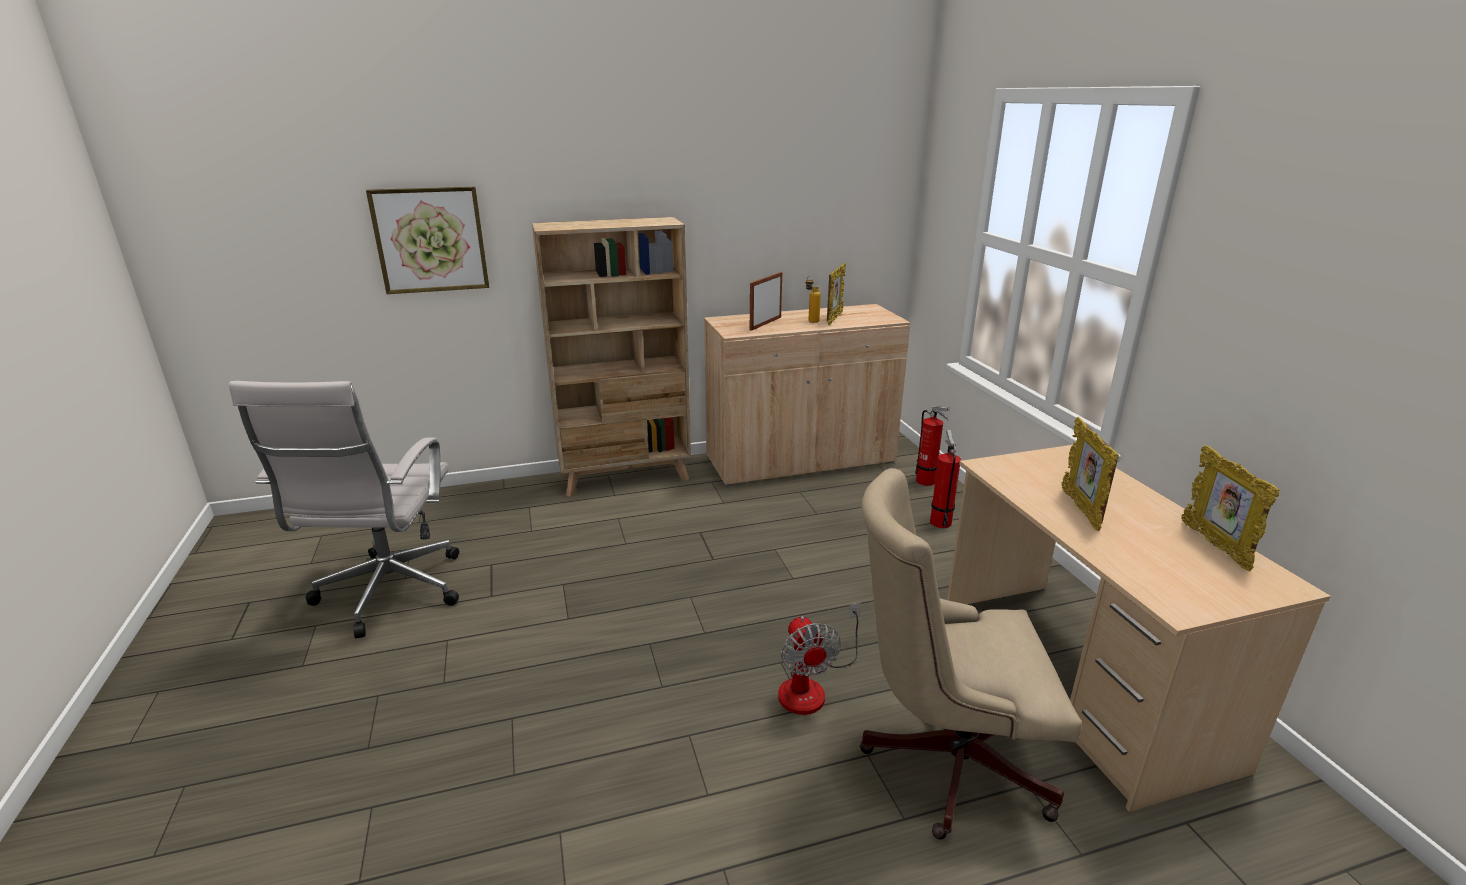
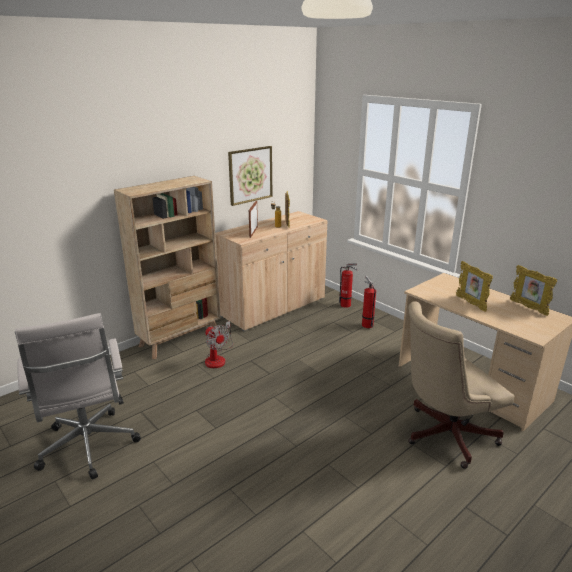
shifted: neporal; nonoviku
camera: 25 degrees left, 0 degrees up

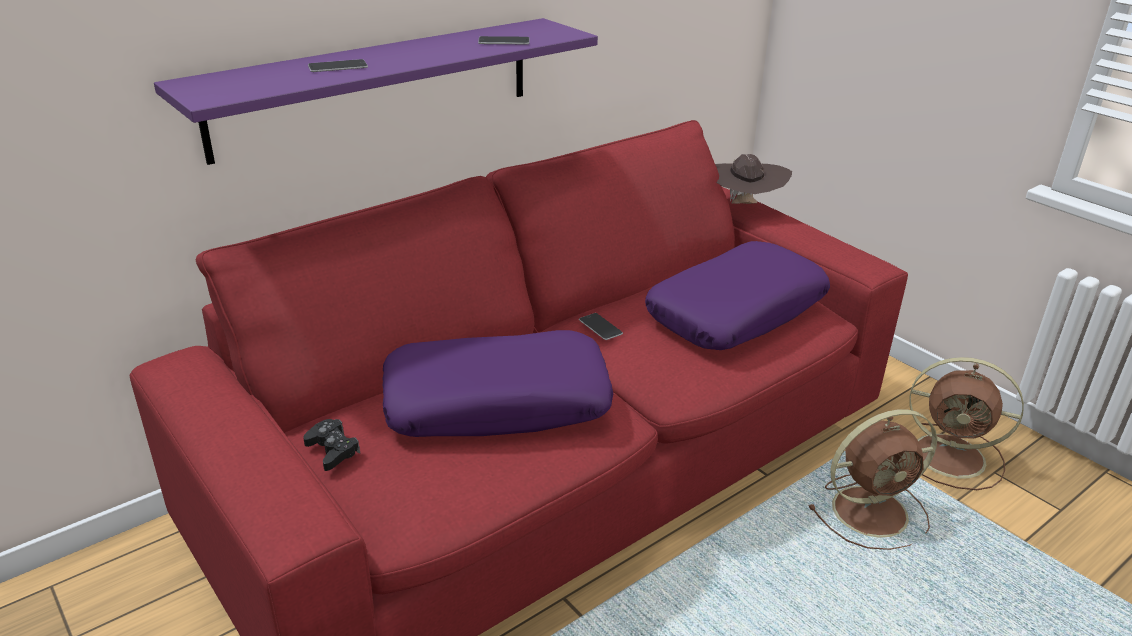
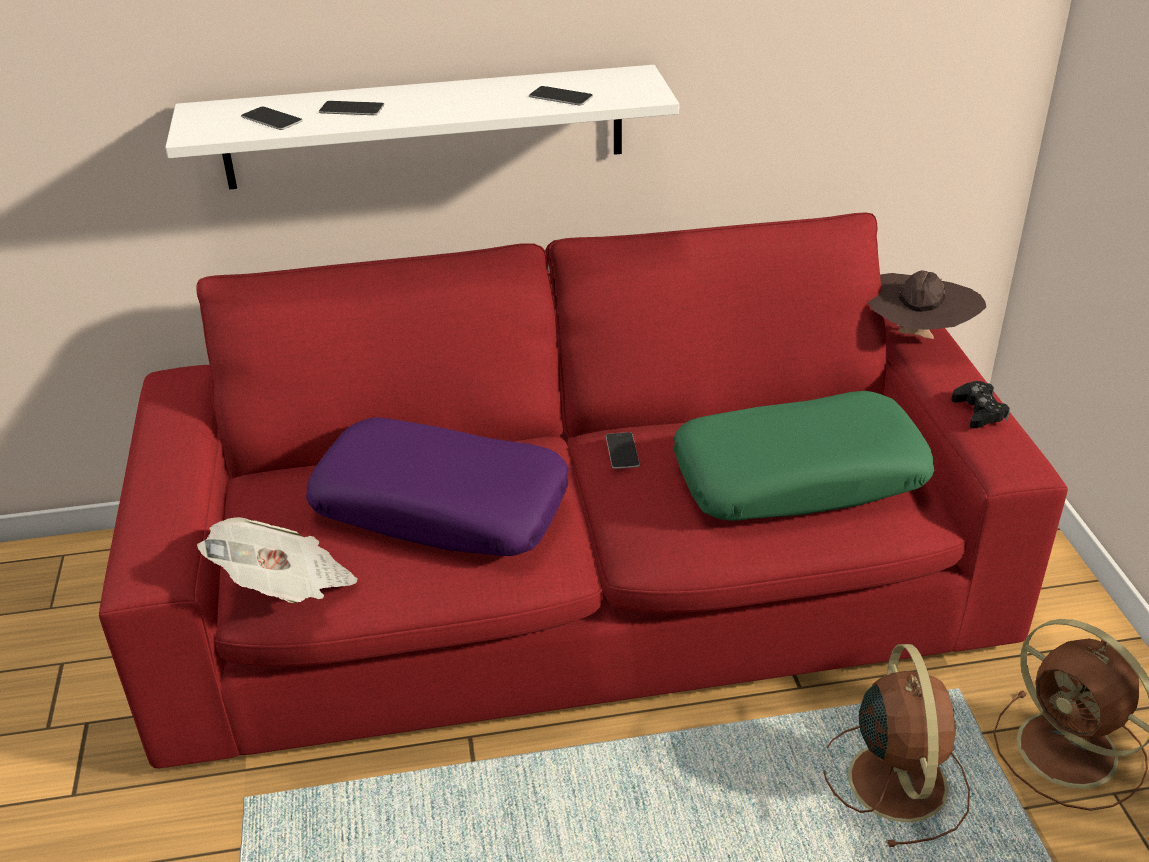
new: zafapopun; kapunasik (no. 1 from left)
shifted: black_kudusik
repainted: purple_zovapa to white_zovapa; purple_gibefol (no. 2 from left) to green_gibefol
rotated: brown_nonoviku (no. 1 from left) 105 degrees counterclockwise
camera: 30 degrees right, 5 degrees up

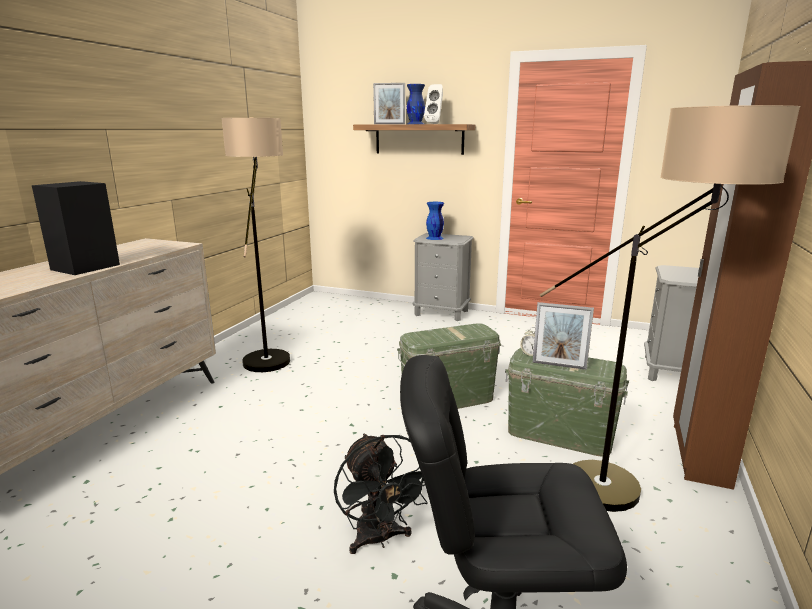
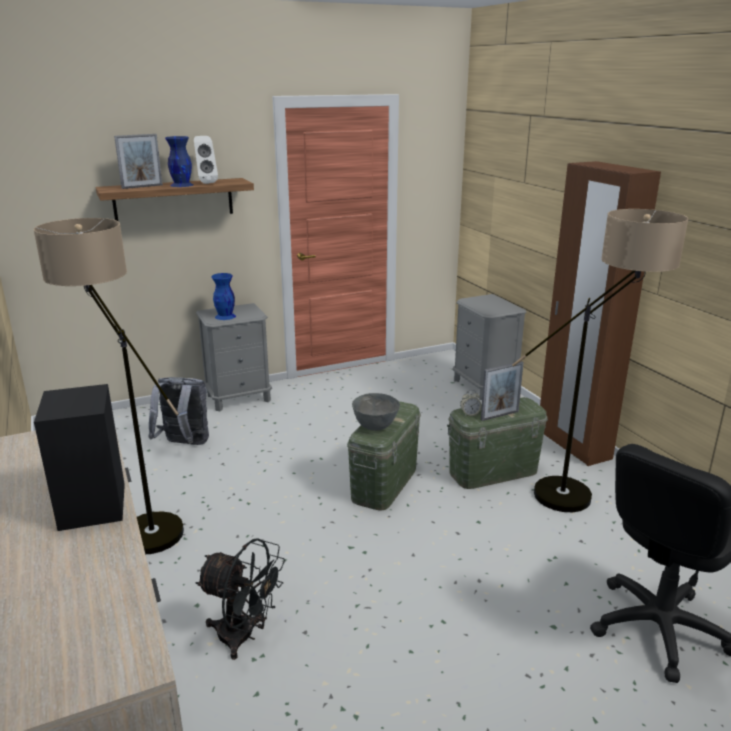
new: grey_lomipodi; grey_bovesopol
shifted: black_nonoviku
camera: 45 degrees left, 5 degrees up

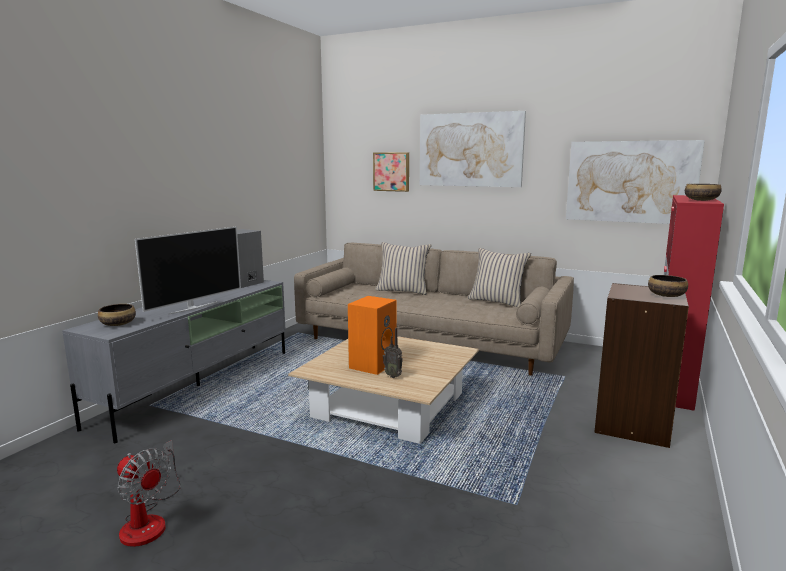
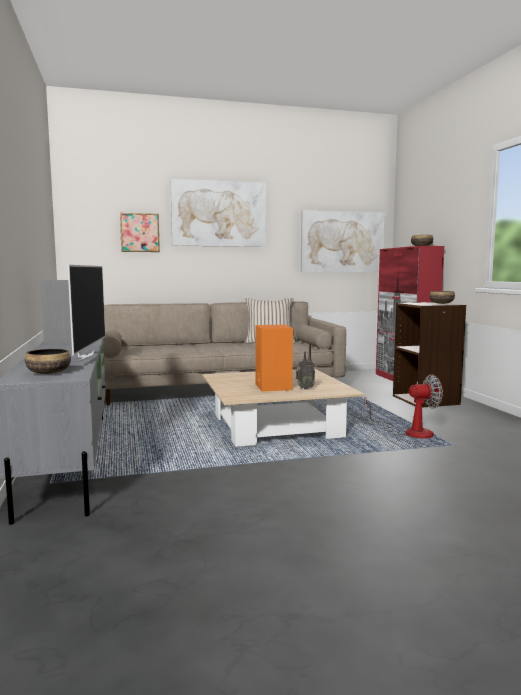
gone: beige_gibefol (no. 1 from left)
shifted: nonoviku
camera: 40 degrees left, 5 degrees down

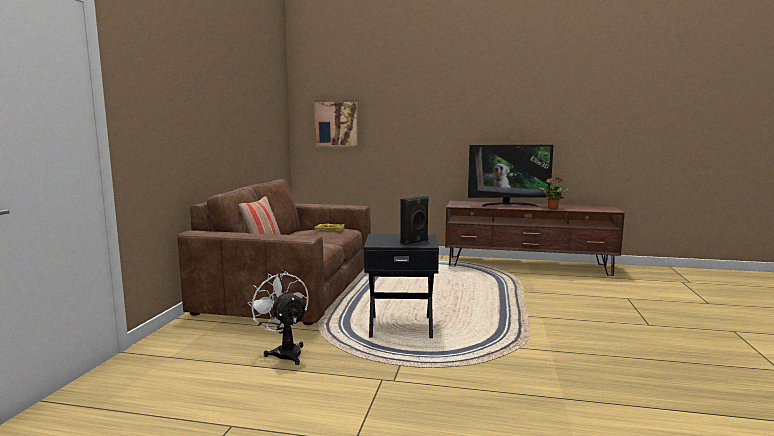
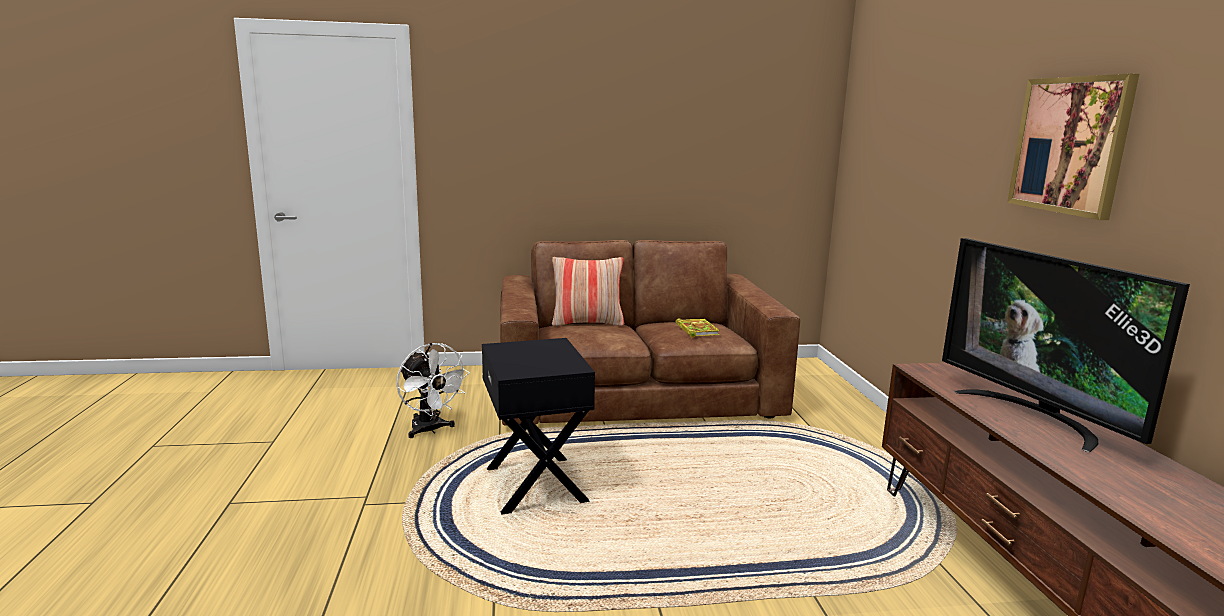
gone: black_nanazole; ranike
shifted: neporal
rotated: white_nonoviku 105 degrees clockwise
camera: 70 degrees right, 5 degrees up

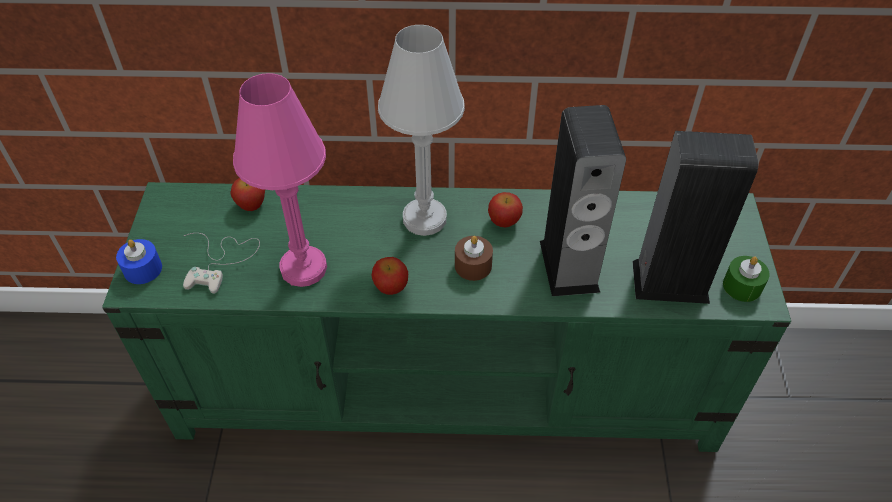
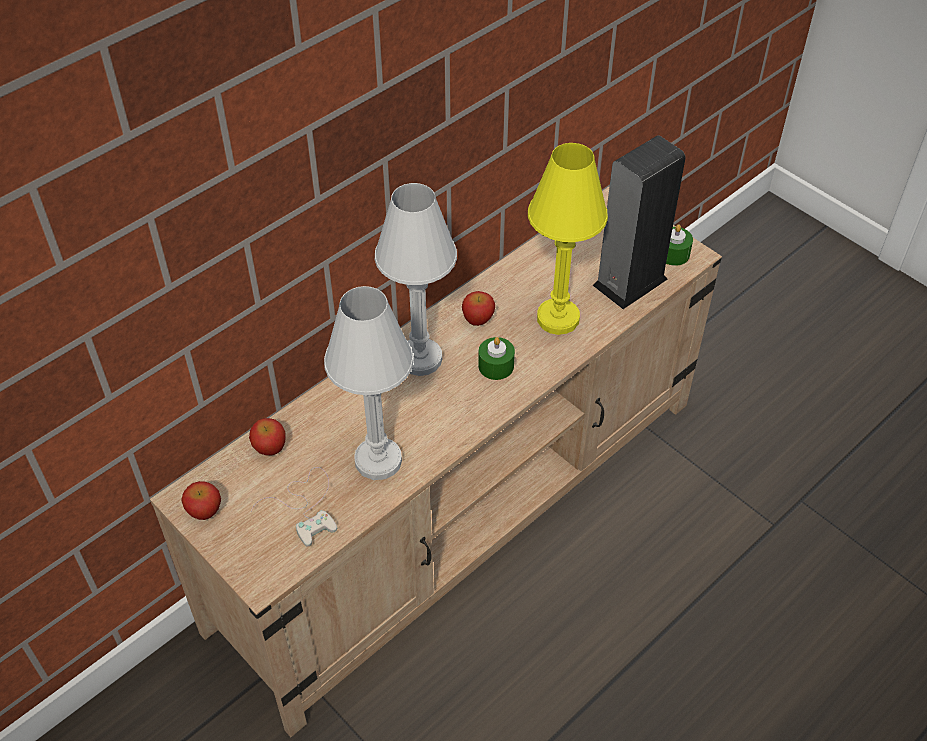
gone: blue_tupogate
shifted: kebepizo (no. 2 from left in the first image) to kebepizo (no. 1 from left)
swapped: nanazole (no. 1 from left) to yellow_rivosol
repainted: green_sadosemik to beige_sadosemik; pink_rivosol to white_rivosol (no. 1 from left); brown_tupogate to green_tupogate (no. 1 from left)
camera: 45 degrees left, 0 degrees up

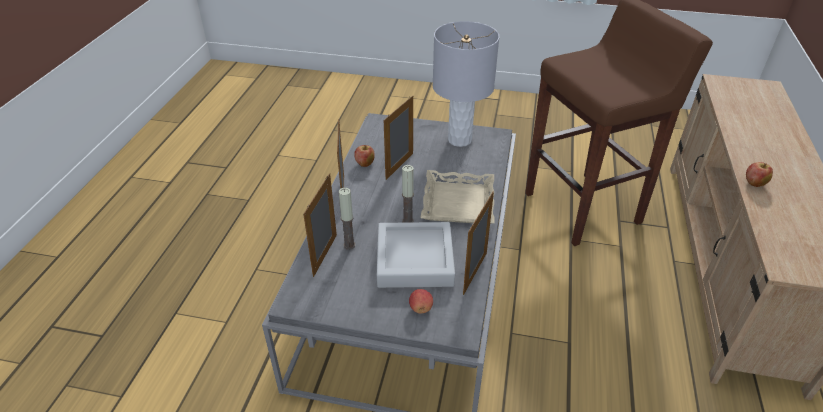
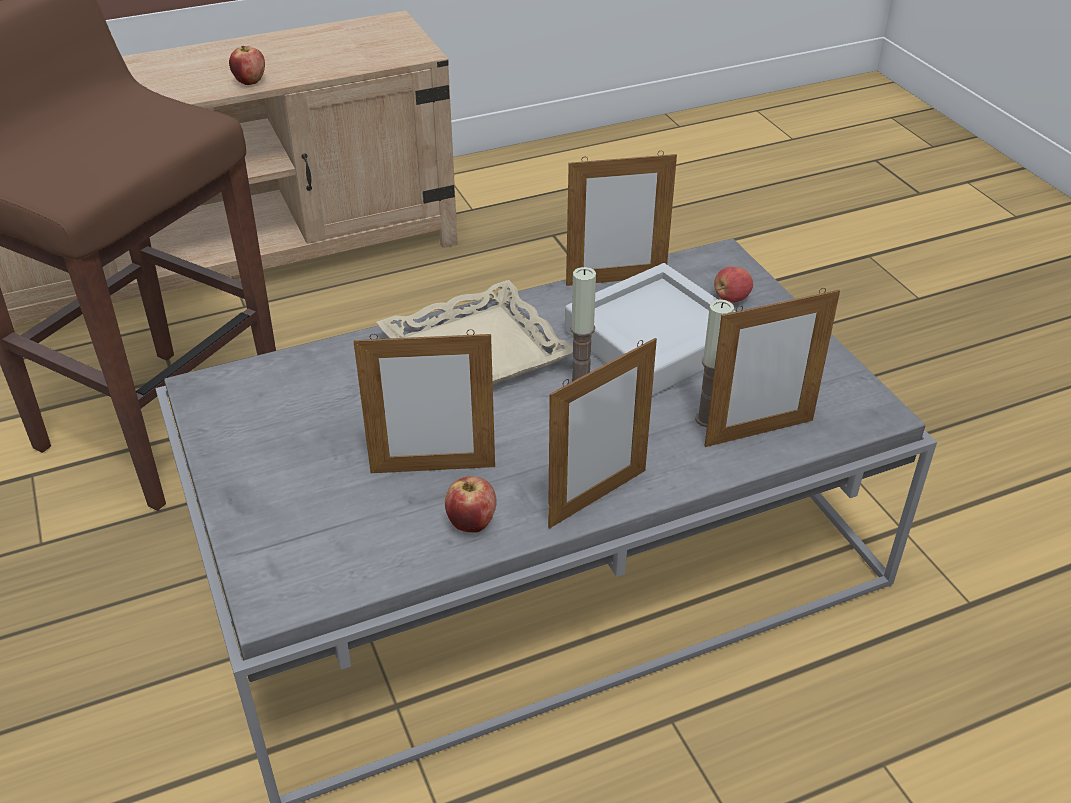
gone: grey_rivosol
camera: 125 degrees left, 0 degrees up

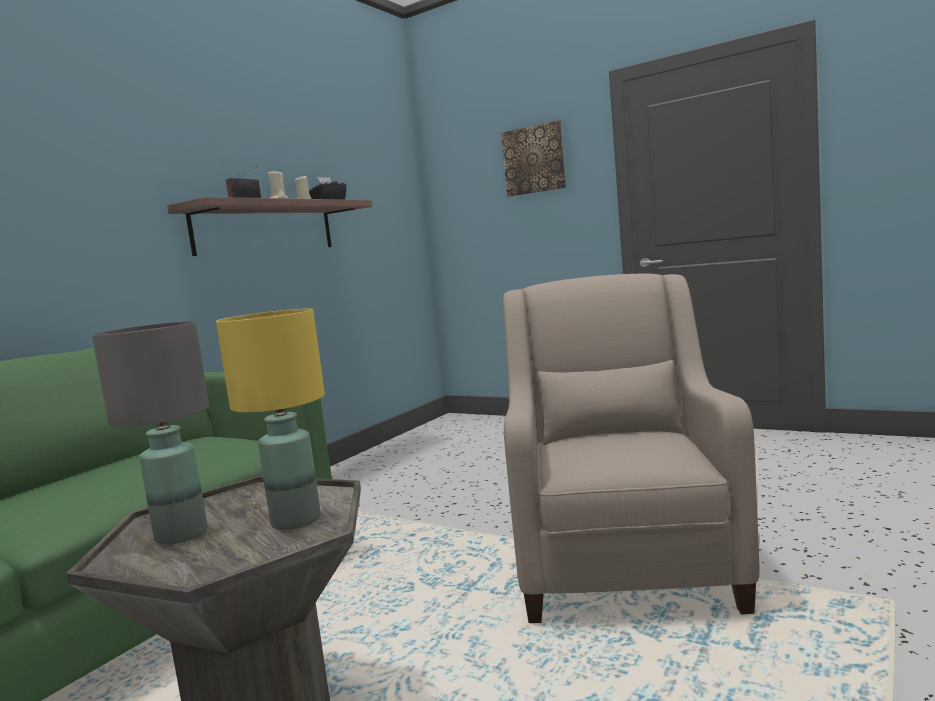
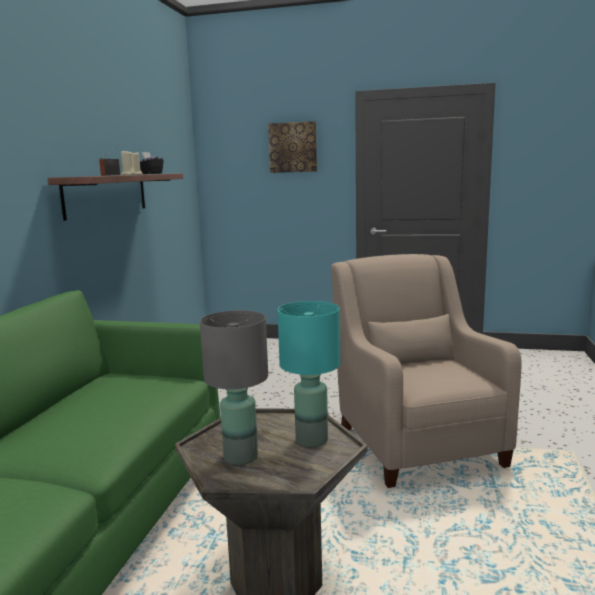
repainted: yellow_rivosol to turquoise_rivosol
camera: 20 degrees left, 5 degrees up

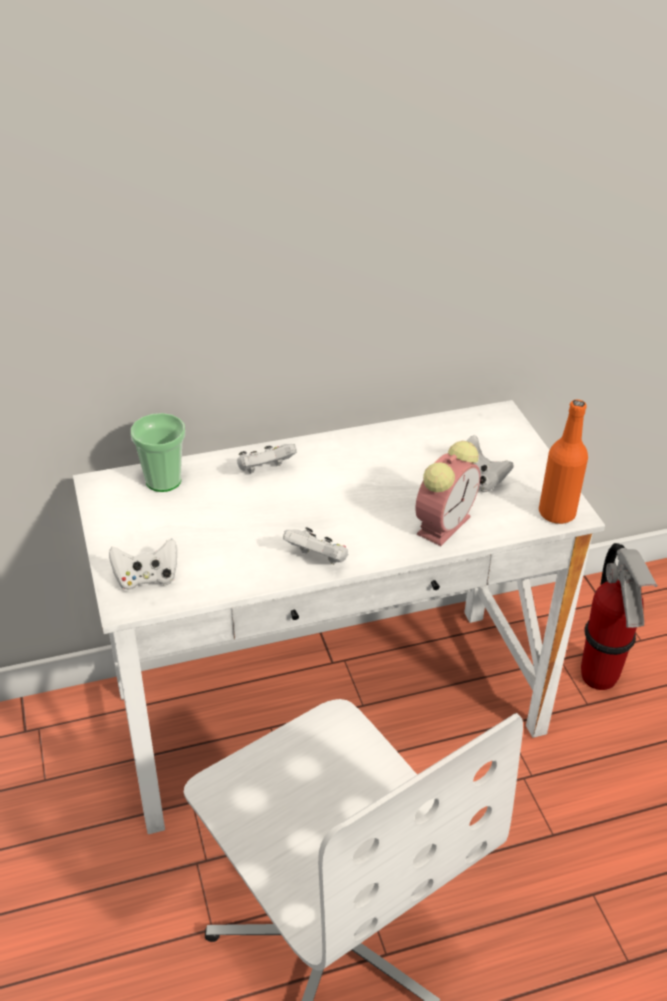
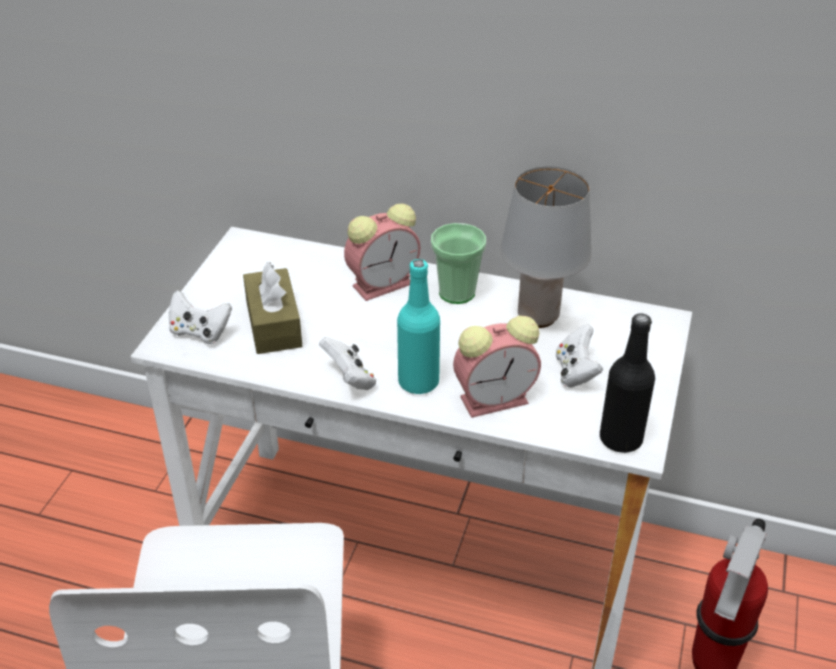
new: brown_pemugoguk; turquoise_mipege; grey_rivosol
shifted: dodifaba
swapped: white_kudusik (no. 2 from left) to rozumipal (no. 1 from left)
repainted: orange_mipege to black_mipege
camera: 35 degrees right, 0 degrees up

